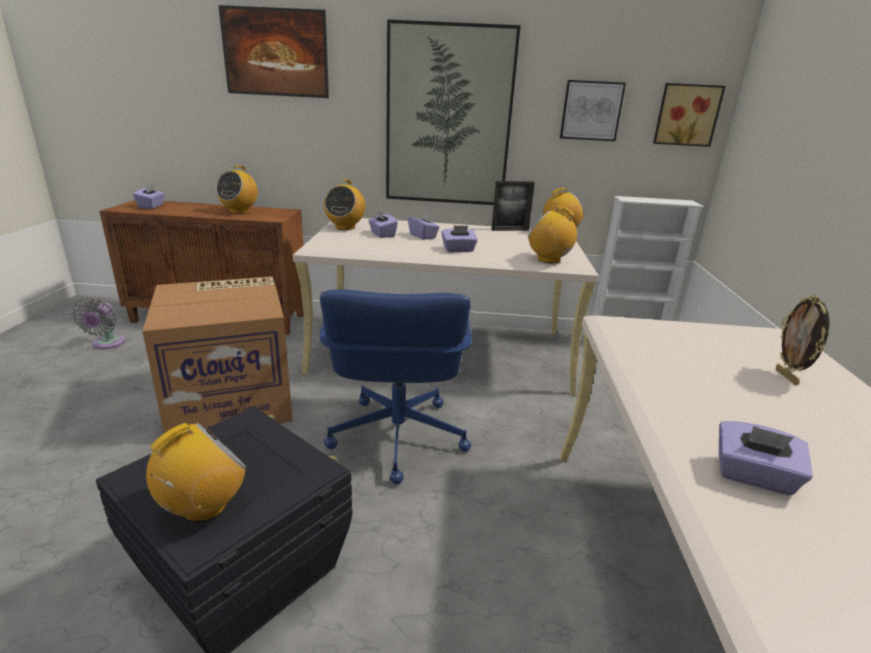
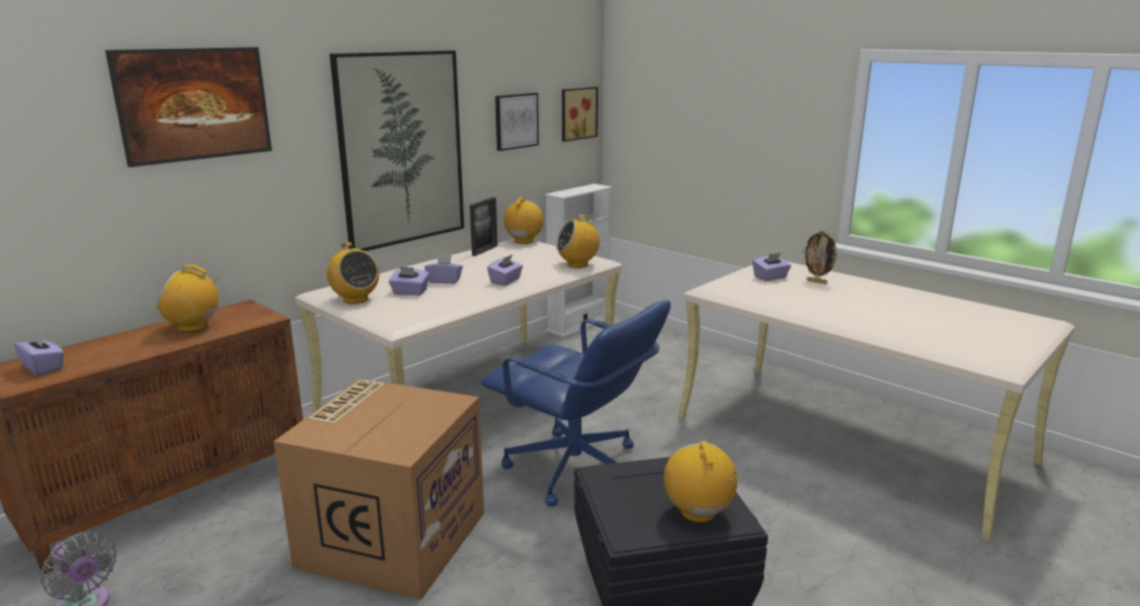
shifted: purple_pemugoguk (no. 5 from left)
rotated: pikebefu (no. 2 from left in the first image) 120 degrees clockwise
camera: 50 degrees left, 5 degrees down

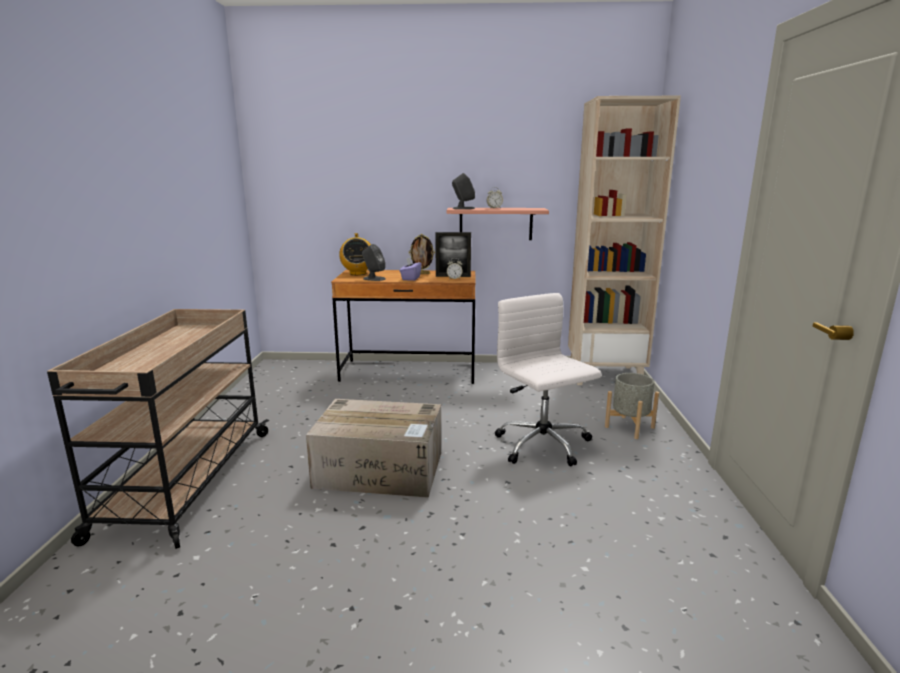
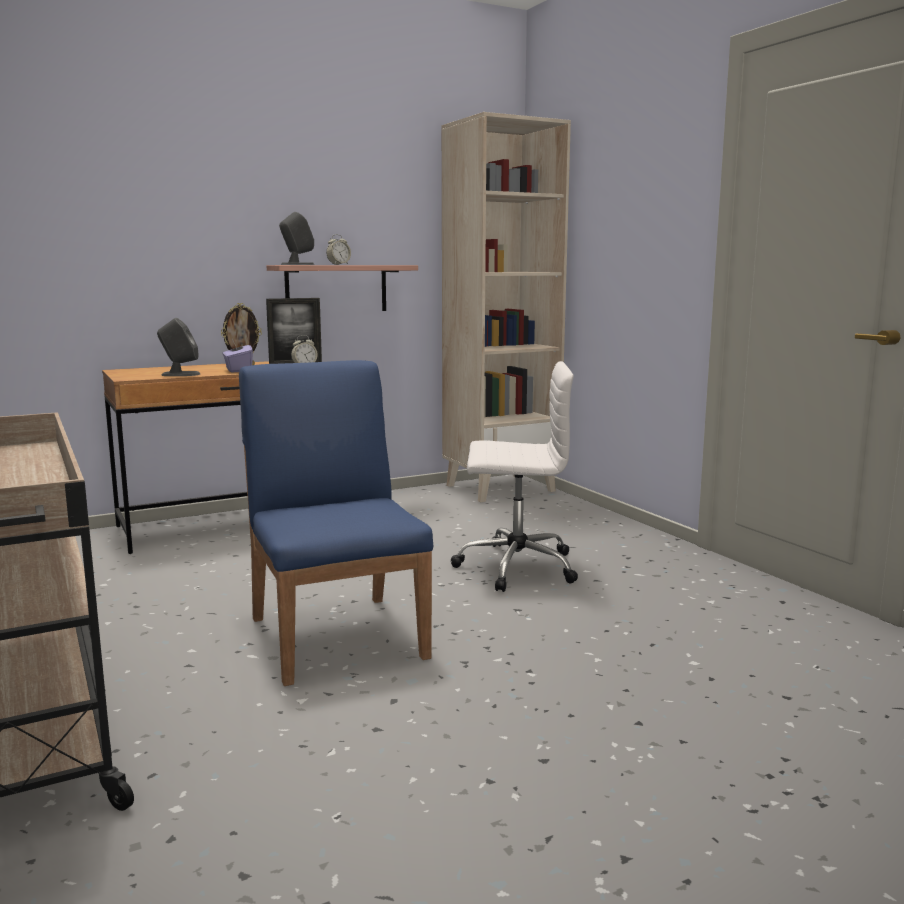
gone: pikebefu; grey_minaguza
swapped: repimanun to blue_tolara
rotated: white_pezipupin 150 degrees clockwise
camera: 30 degrees left, 5 degrees down

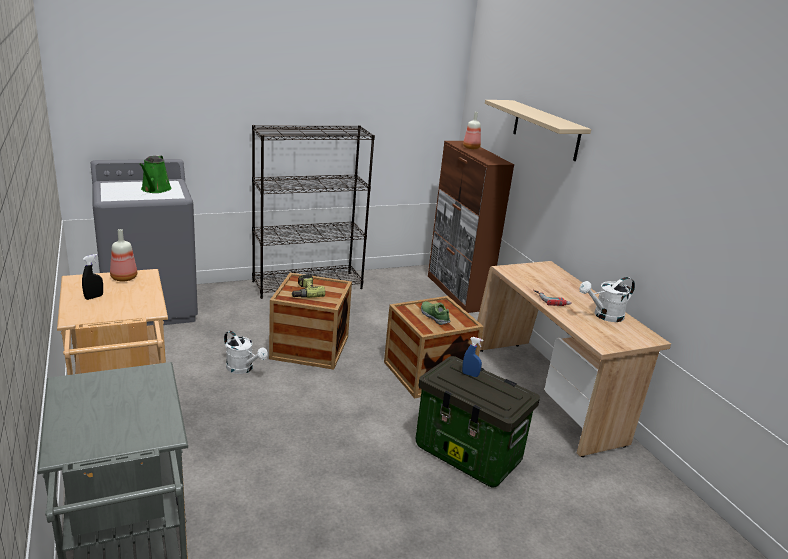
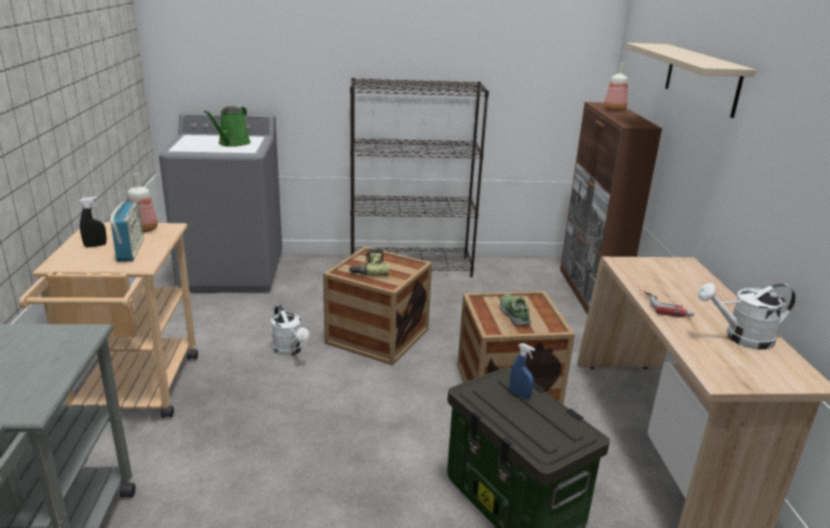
new: pikebefu
camera: 20 degrees right, 0 degrees up

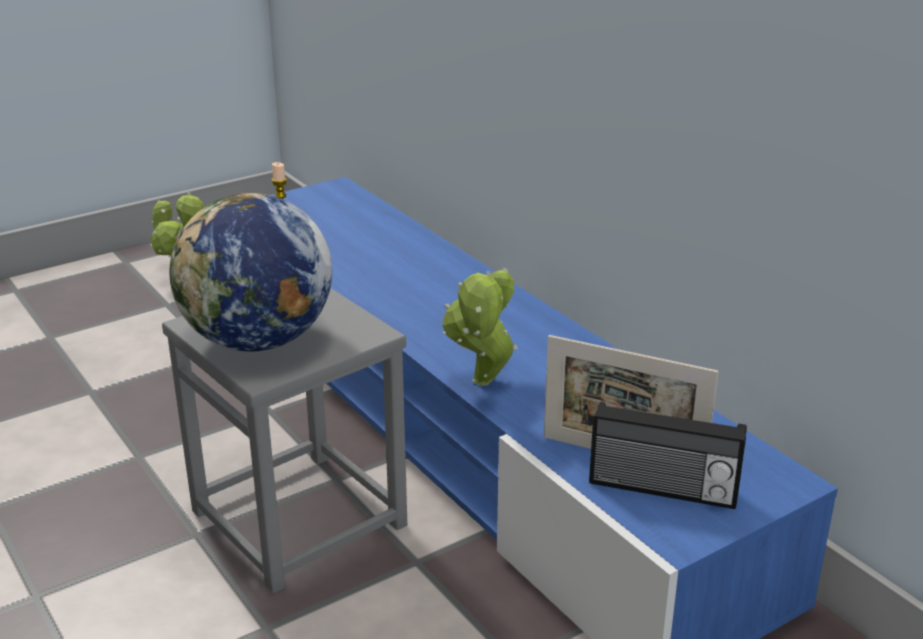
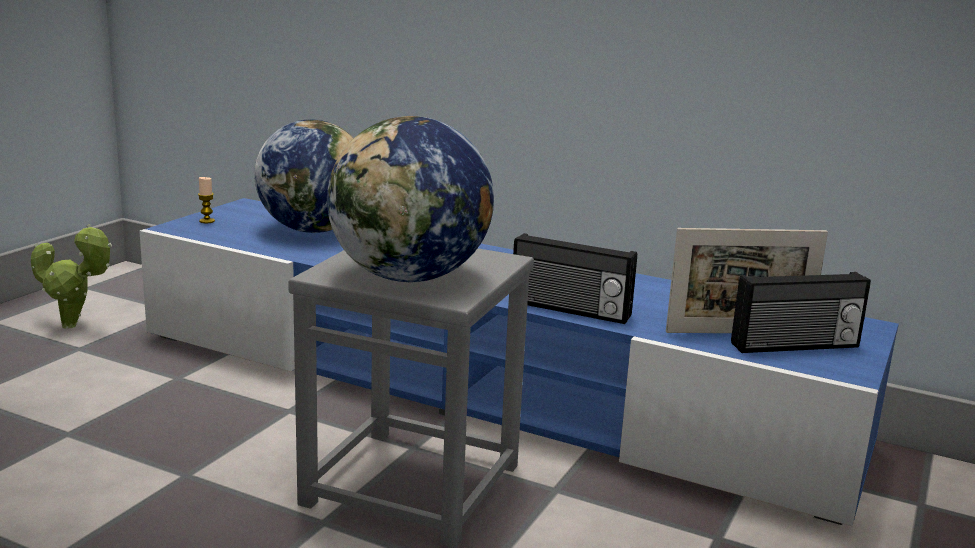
new: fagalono (no. 1 from left)
swapped: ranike (no. 2 from left) to pikebefu (no. 1 from left)
camera: 30 degrees left, 10 degrees down

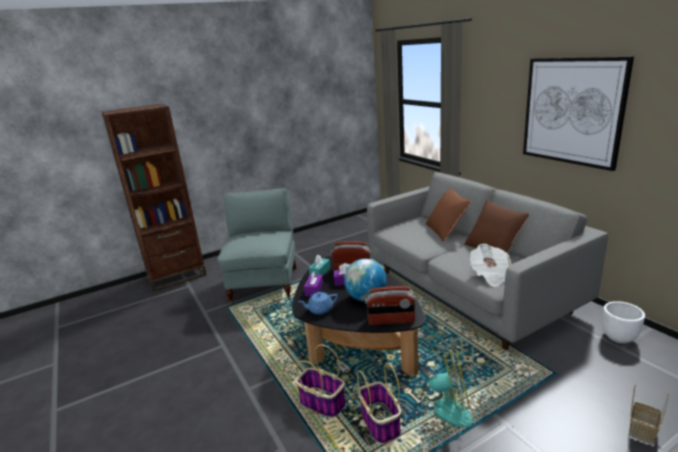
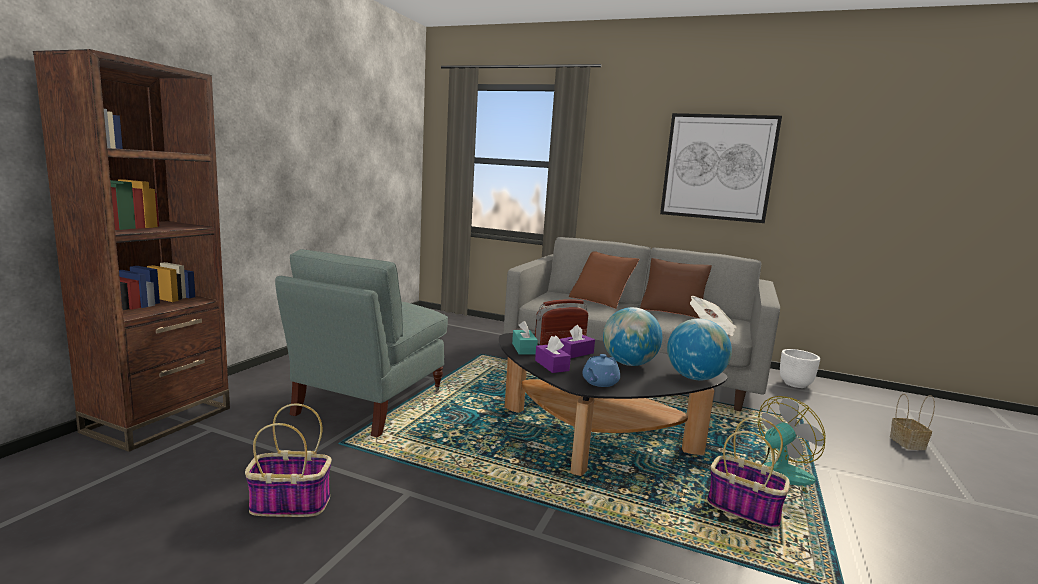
shifted: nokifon (no. 1 from left)
swapped: pikebefu (no. 2 from left) to fagalono (no. 2 from left)
rotated: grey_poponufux 120 degrees counterclockwise
camera: 40 degrees left, 10 degrees down

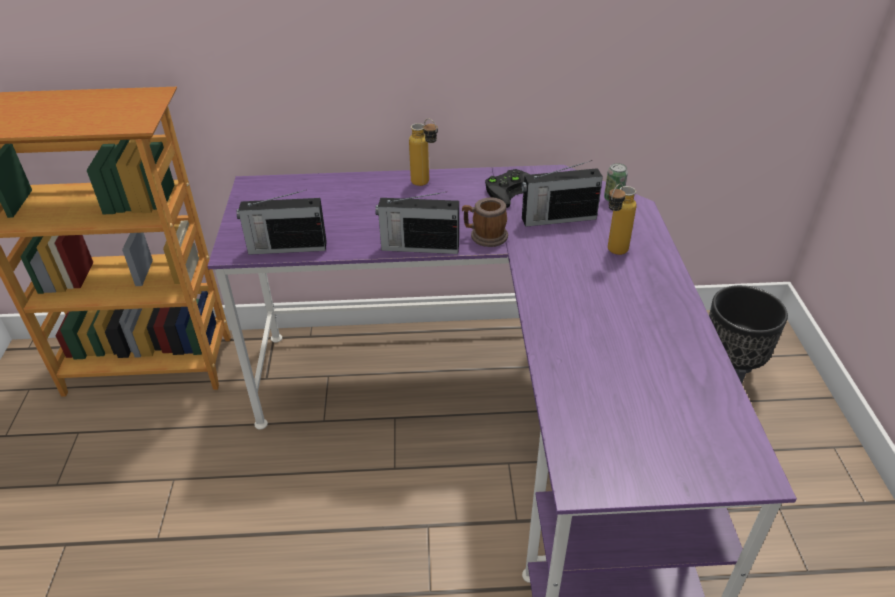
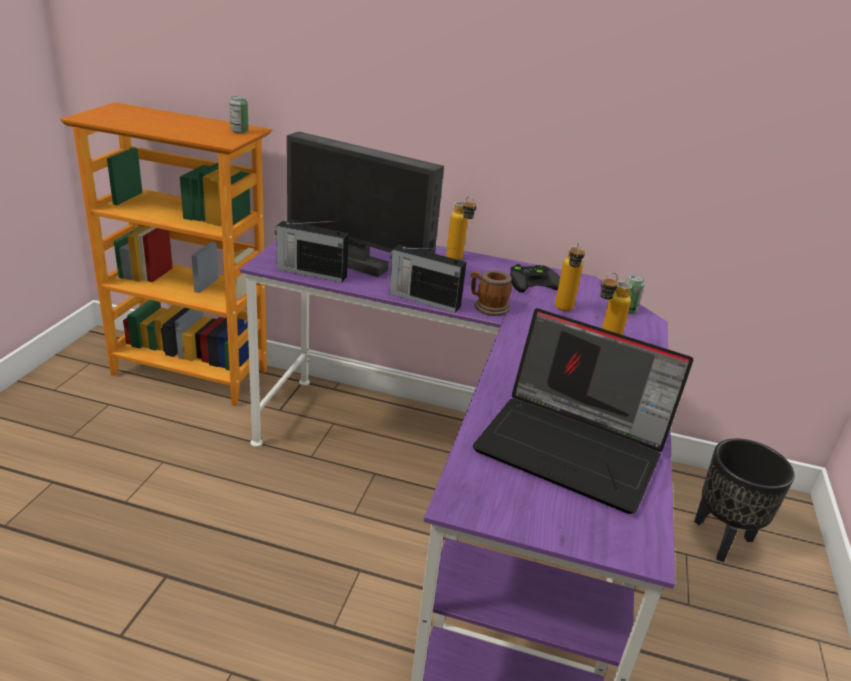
new: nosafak (no. 1 from left); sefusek; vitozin
swapped: pikebefu (no. 3 from left) to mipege (no. 2 from left)
camera: 15 degrees right, 10 degrees down

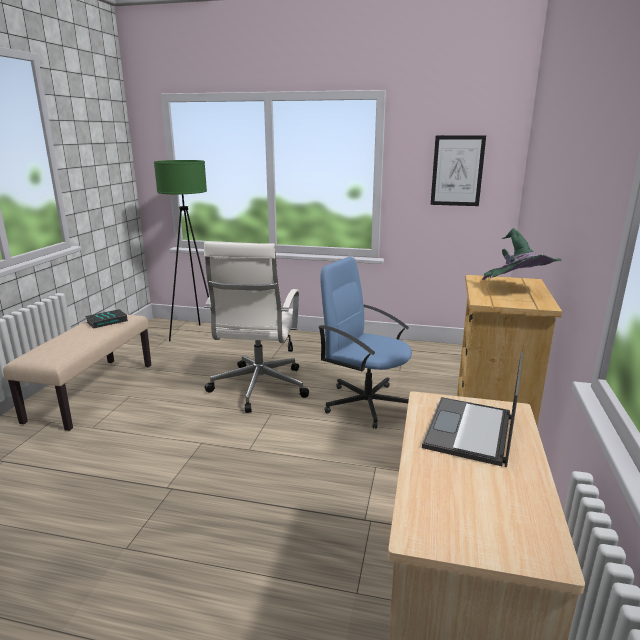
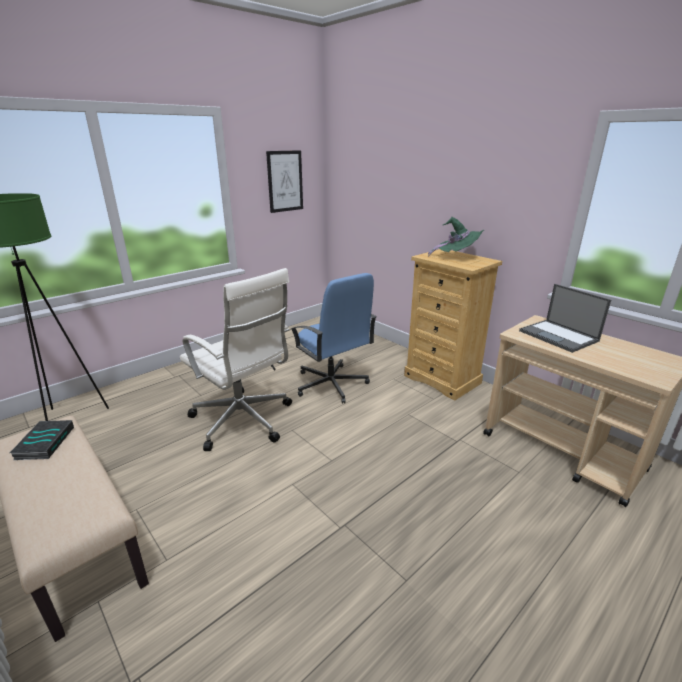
rotated: blue_pezipupin 105 degrees counterclockwise
camera: 55 degrees left, 5 degrees up

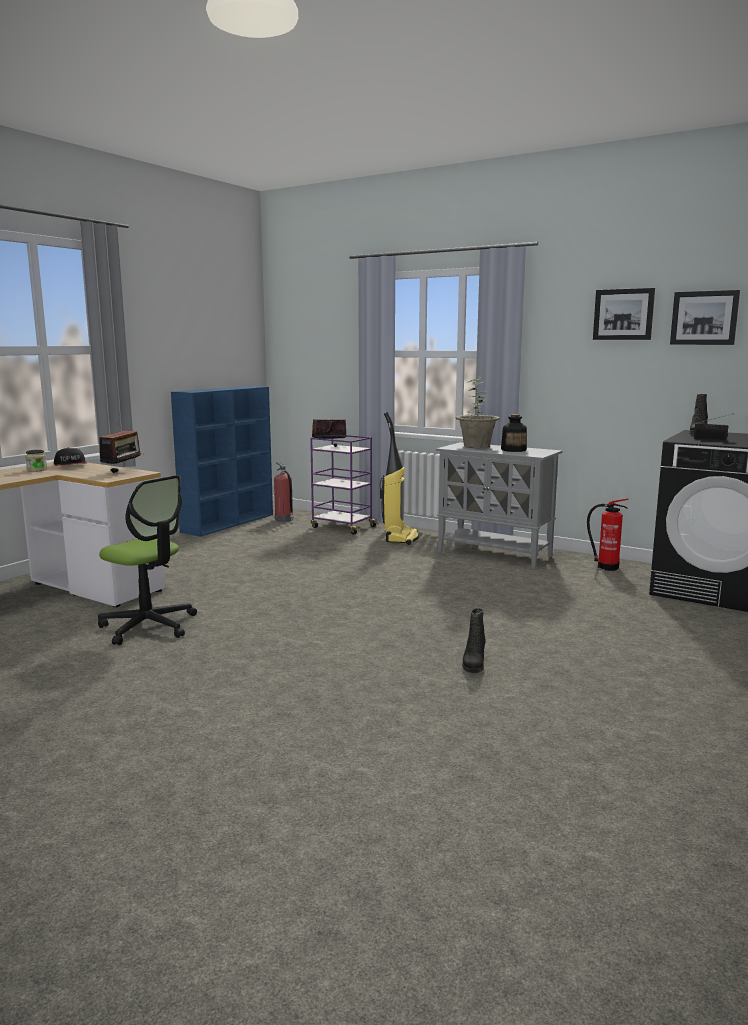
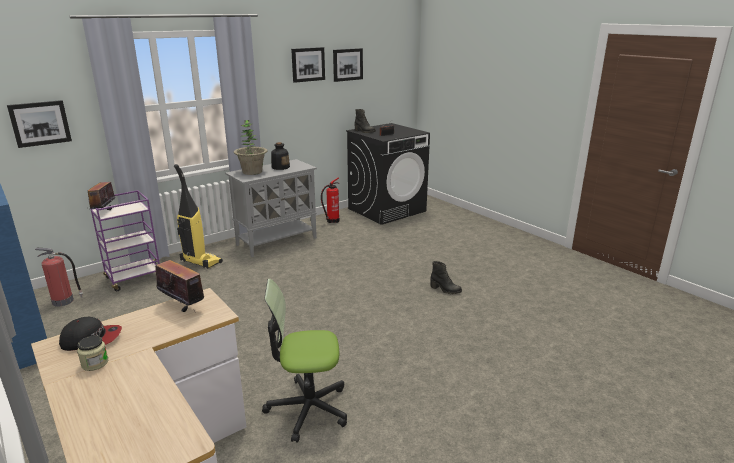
new: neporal (no. 1 from left)
rotated: pezipupin 150 degrees counterclockwise
camera: 70 degrees left, 10 degrees up

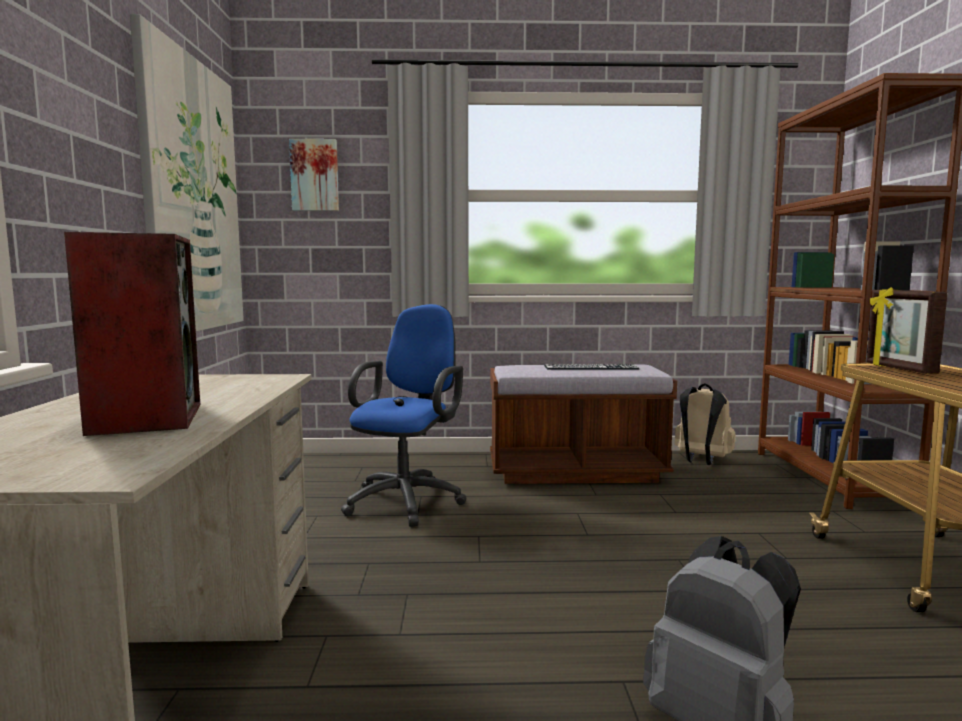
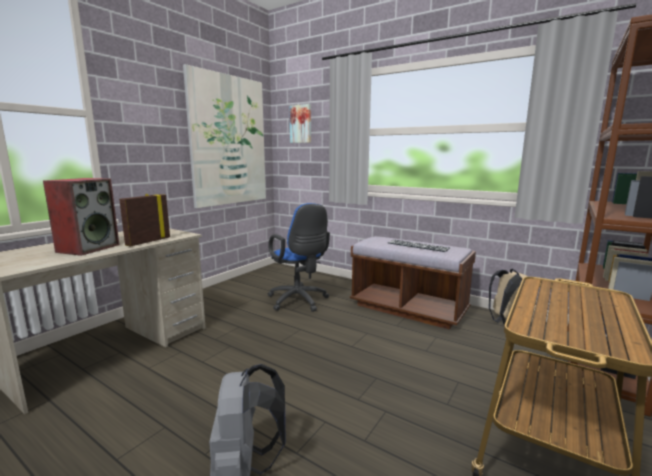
shifted: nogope
rotated: blue_pezipupin 90 degrees clockwise
camera: 35 degrees right, 5 degrees up

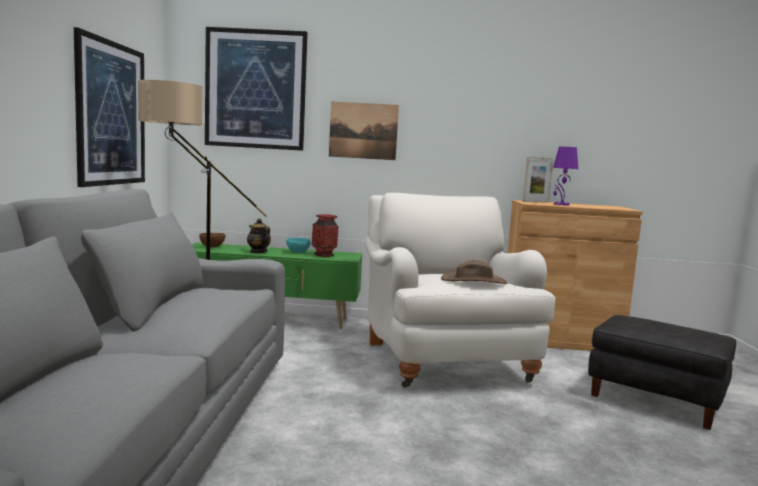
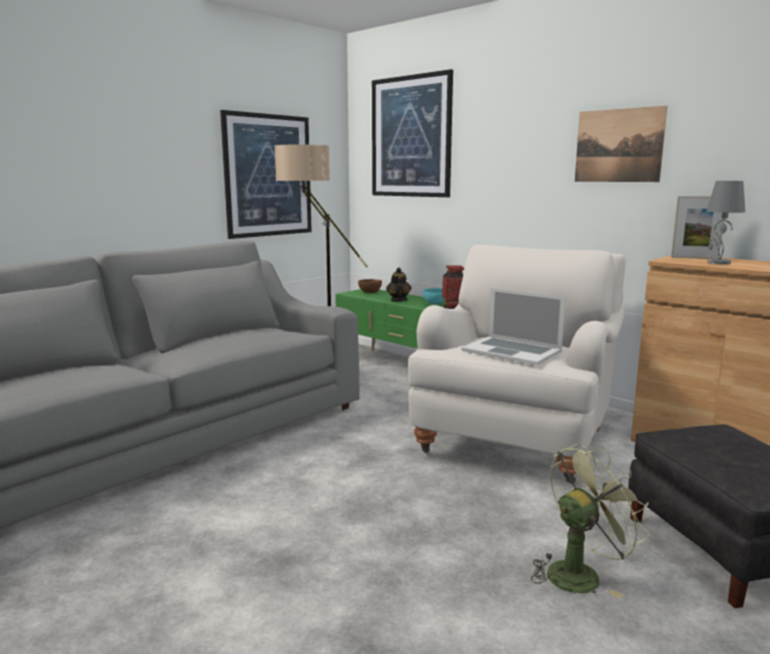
new: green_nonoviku
shifted: neporal (no. 3 from left)
swapped: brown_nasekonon to vitozin
repainted: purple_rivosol to grey_rivosol
camera: 40 degrees right, 5 degrees up

